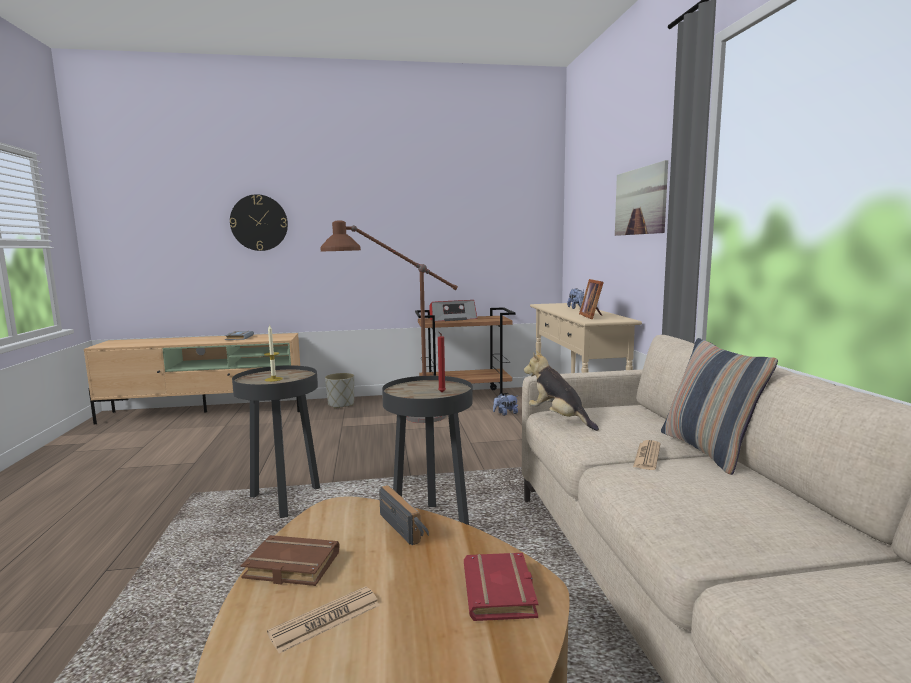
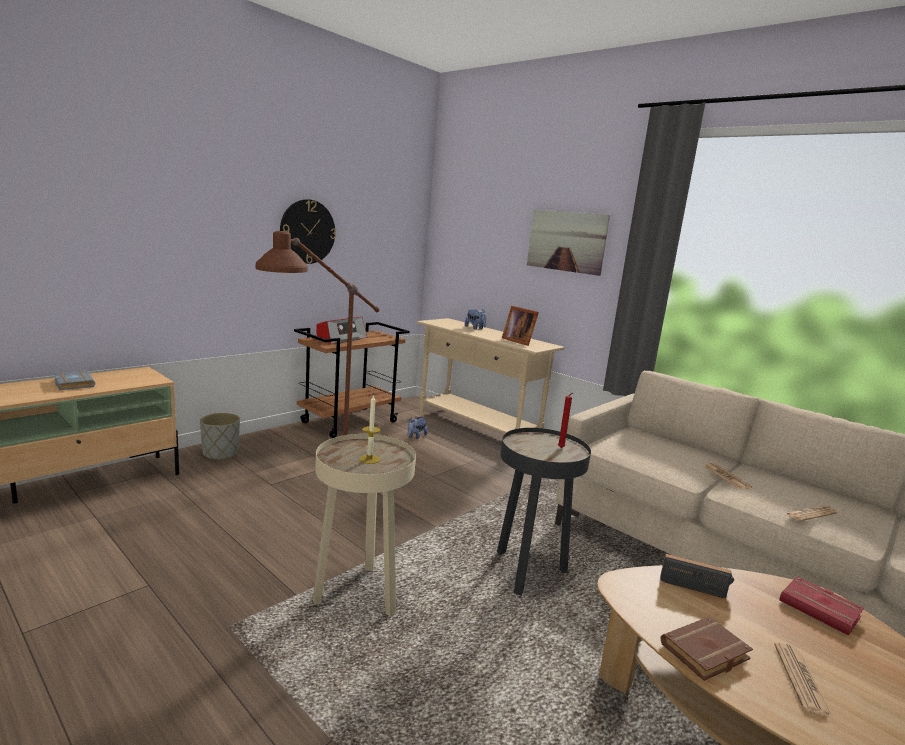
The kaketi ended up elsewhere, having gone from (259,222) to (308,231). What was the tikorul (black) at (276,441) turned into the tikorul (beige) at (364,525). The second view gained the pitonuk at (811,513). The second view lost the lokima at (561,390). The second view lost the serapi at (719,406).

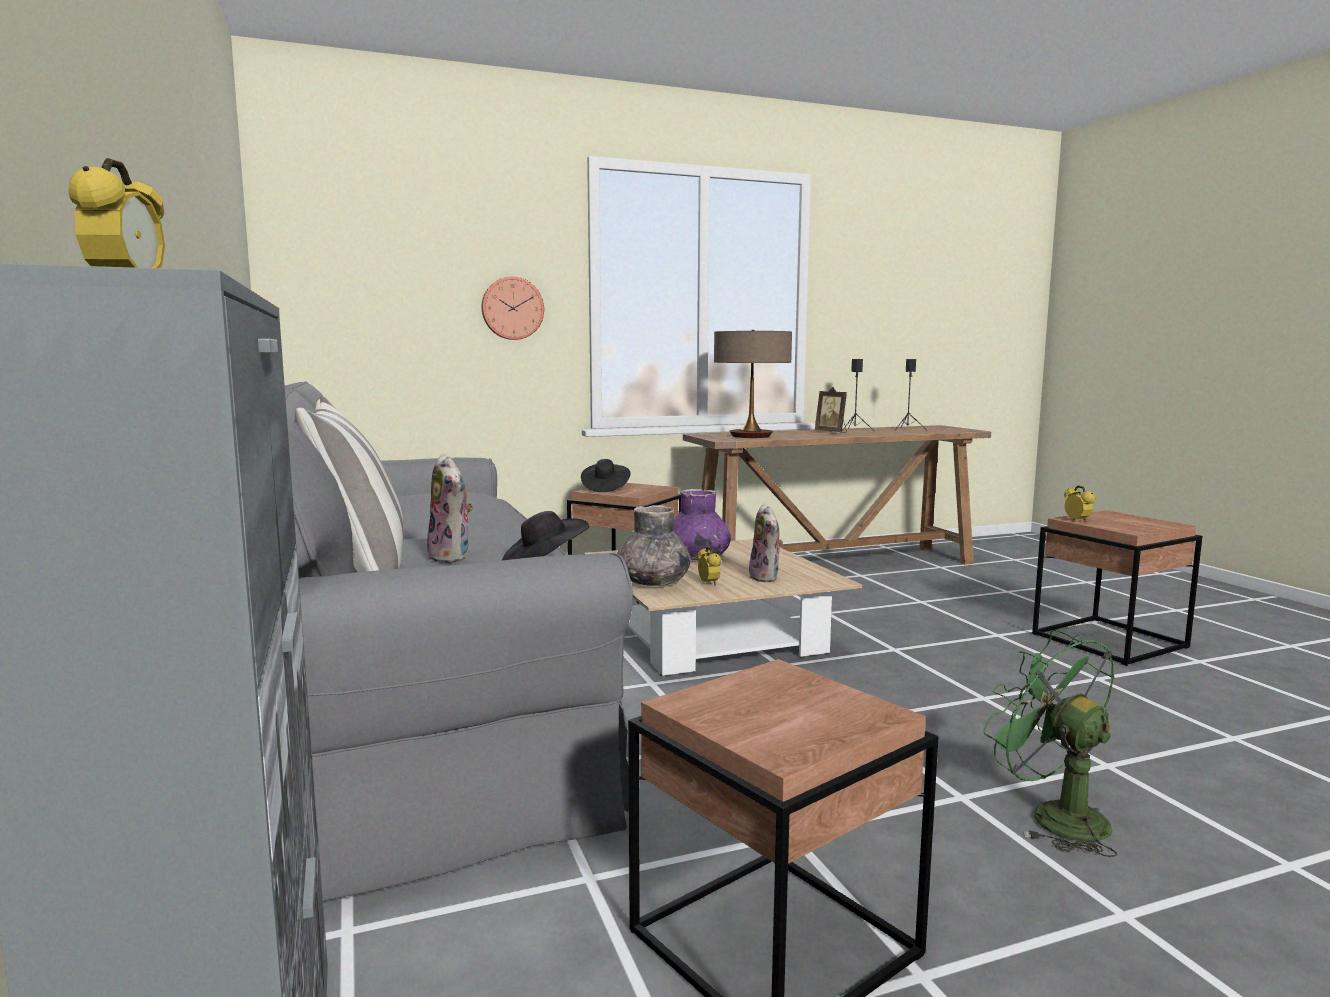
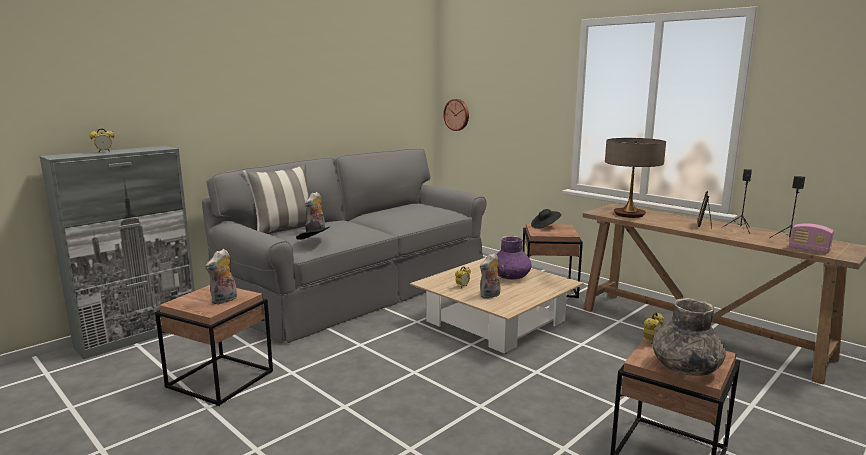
The second view gained the lokima at (221,276). The kaketi ended up elsewhere, having gone from (513,308) to (456,115). The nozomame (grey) ended up elsewhere, having gone from (654,545) to (689,337). The second view gained the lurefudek at (811,238). The second view lost the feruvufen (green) at (1050,743).

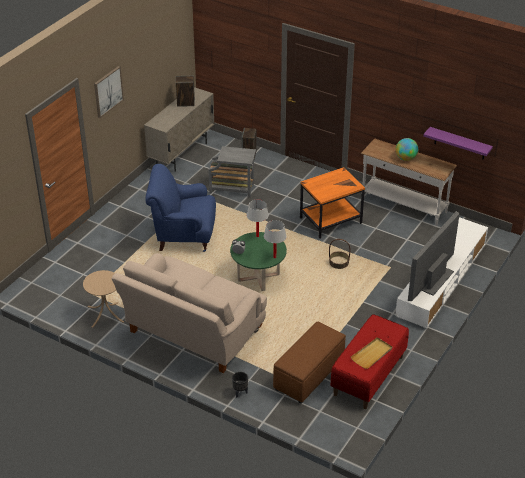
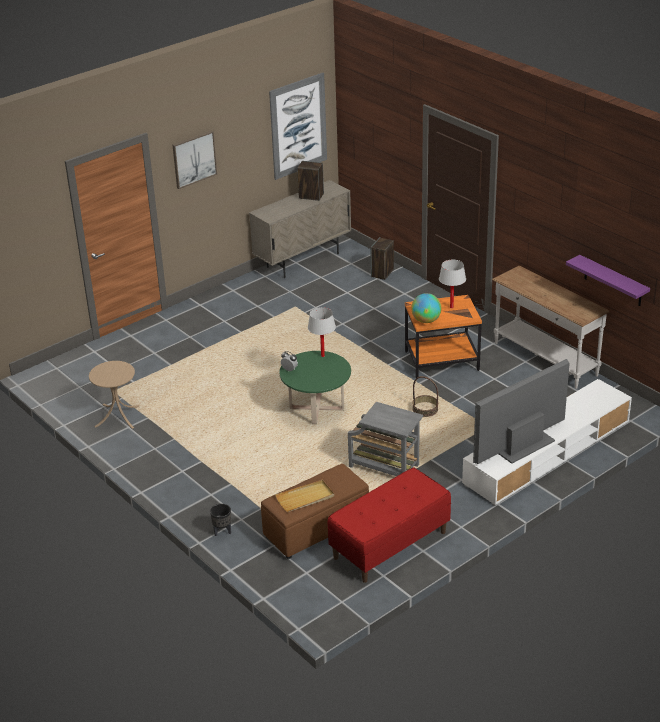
The second view gained the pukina at (298,126). The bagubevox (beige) ended up elsewhere, having gone from (371,353) to (304,496). The tikorul (grey) ended up elsewhere, having gone from (232,171) to (385,439). The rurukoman ended up elsewhere, having gone from (407,149) to (426,308). The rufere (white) ended up elsewhere, having gone from (275,239) to (452,284). The second view lost the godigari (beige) at (189,313). The second view lost the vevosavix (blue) at (181,208).

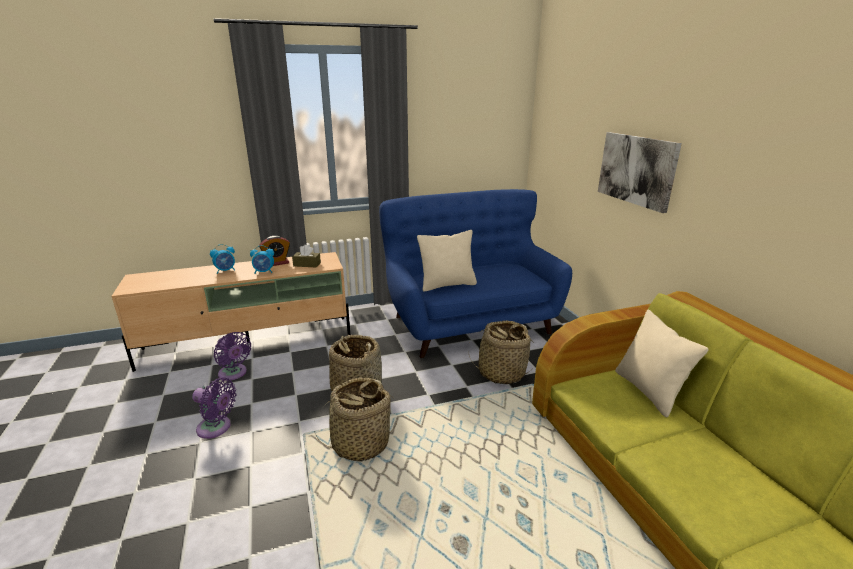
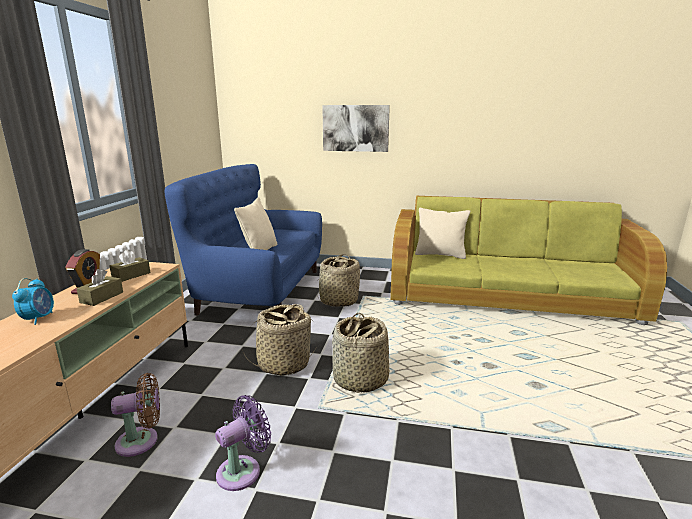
Where the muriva stood at (262,259), the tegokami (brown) came to stand at (100,287). What was the feruvufen (purple) at (232,356) turned into the feruvufen (brown) at (135,415).

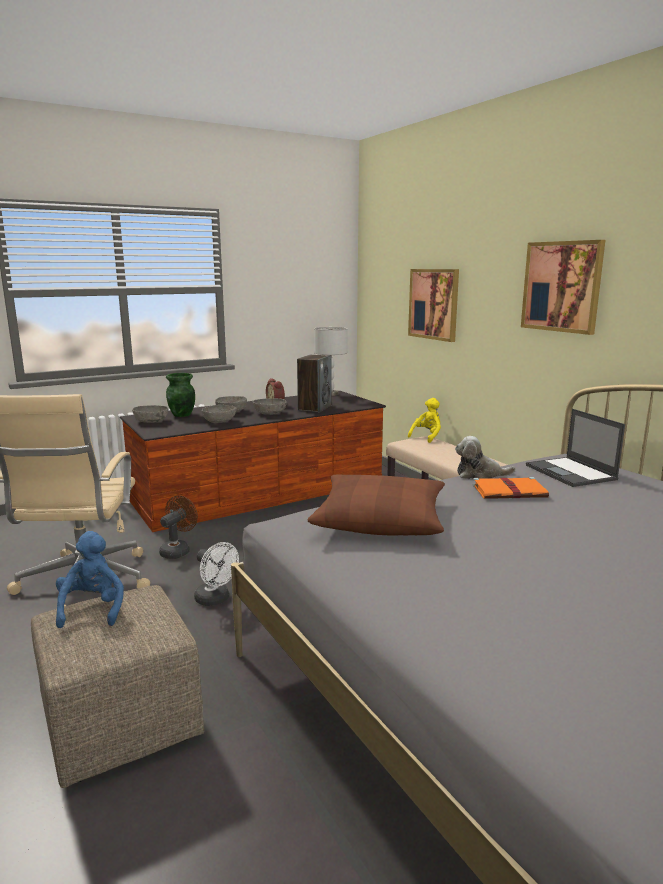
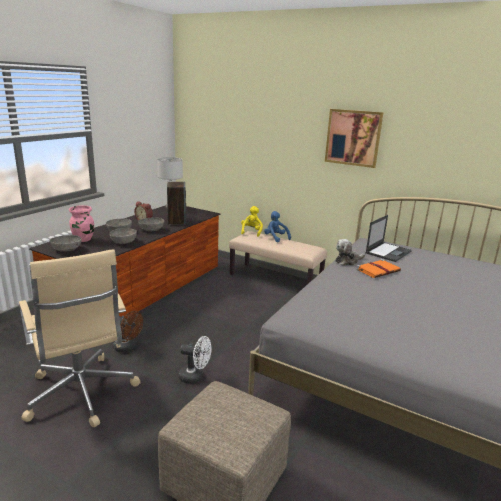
What was the nozomame (green) at (180,395) turned into the nozomame (pink) at (81,223). The feruvufen (brown) at (178,527) ended up facing another way, 120 degrees clockwise from before. The lokima (blue) ended up elsewhere, having gone from (90,579) to (277,226). The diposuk at (575,448) ended up facing another way, 90 degrees counterclockwise from before. The second view lost the serapi (brown) at (376,504). The second view lost the pukina at (433,305).

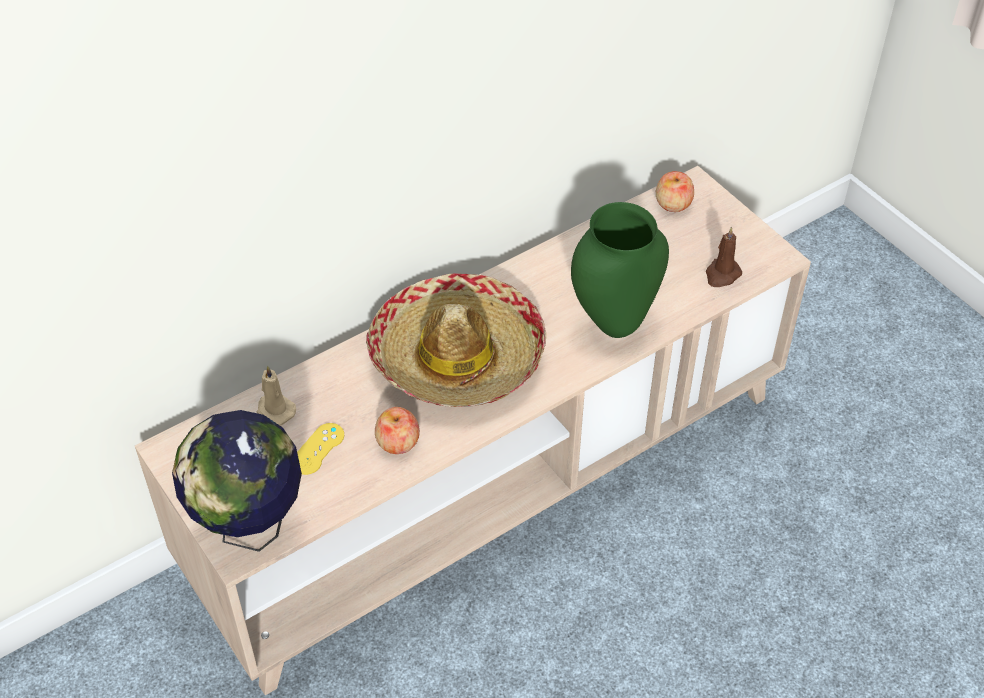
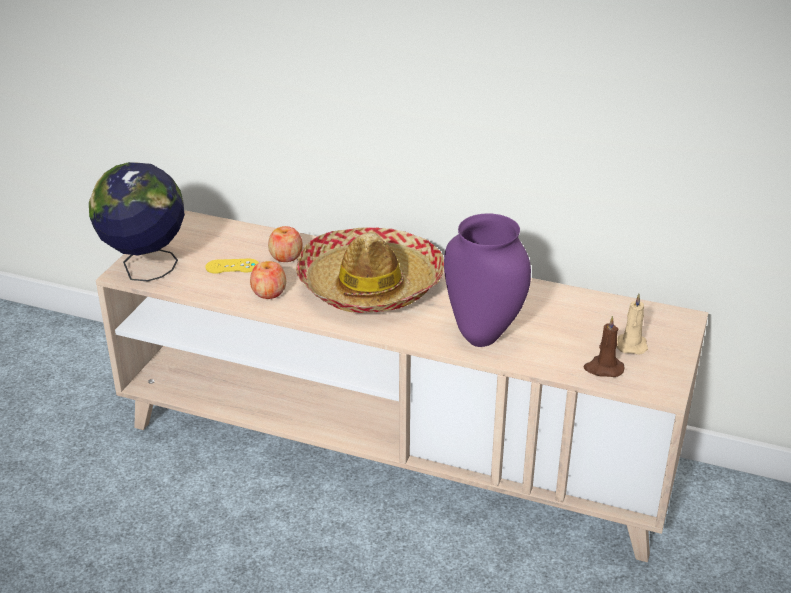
The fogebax ended up elsewhere, having gone from (675,191) to (285,244). What was the nozomame (green) at (620,270) turned into the nozomame (purple) at (487,280). The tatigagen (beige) ended up elsewhere, having gone from (276,395) to (632,324).

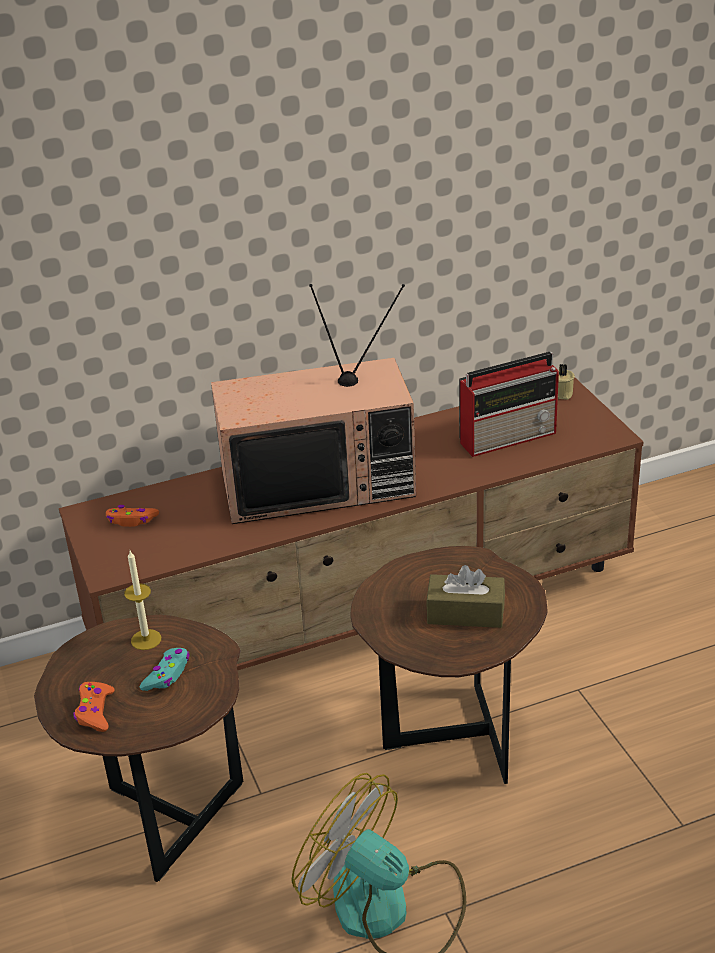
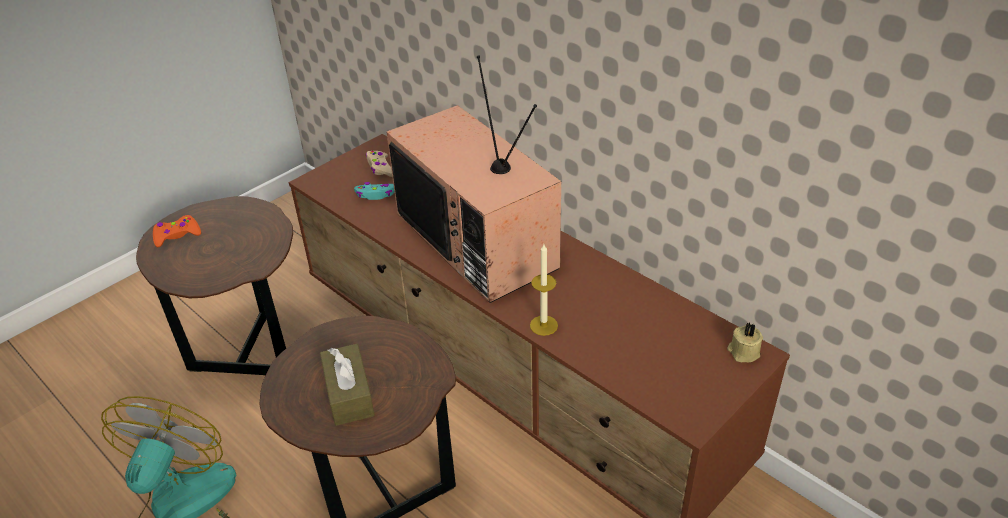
The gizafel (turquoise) ended up elsewhere, having gone from (164,669) to (374,191). What was the gizafel (orange) at (132,516) turned into the gizafel (beige) at (379,164). The tatigagen ended up elsewhere, having gone from (142,600) to (544,290). The second view lost the lurefudek at (509,404).

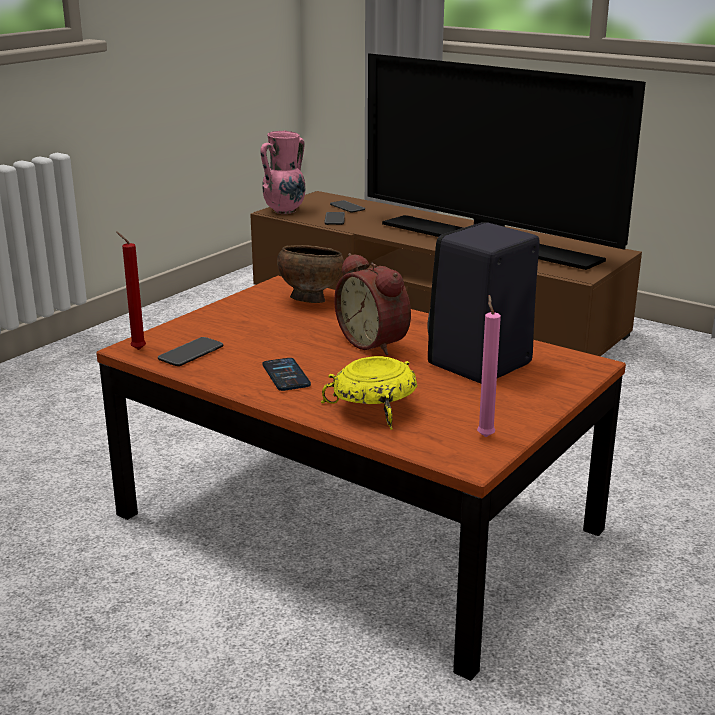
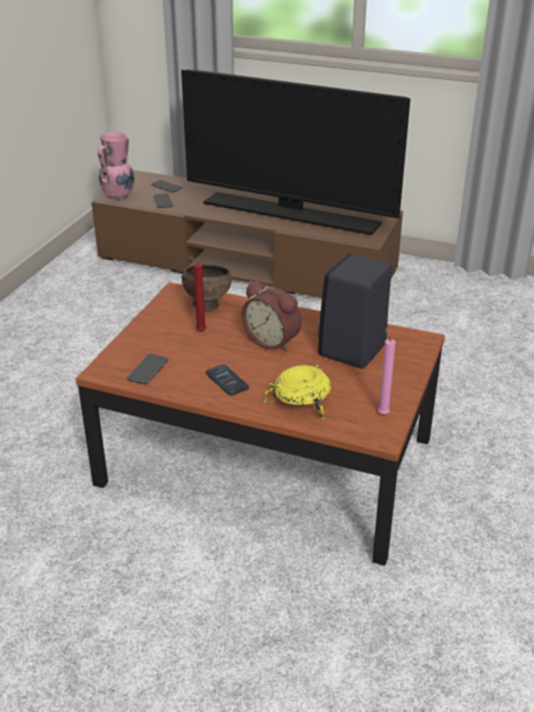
The tatigagen (red) ended up elsewhere, having gone from (131,290) to (197,294).

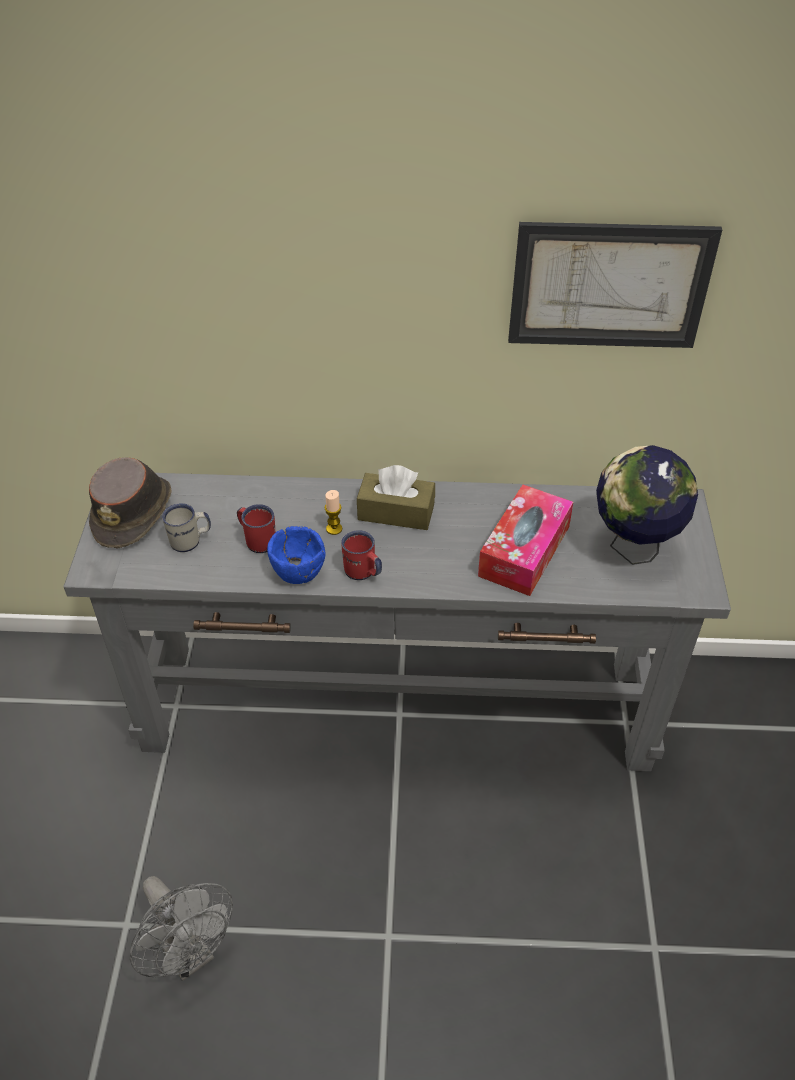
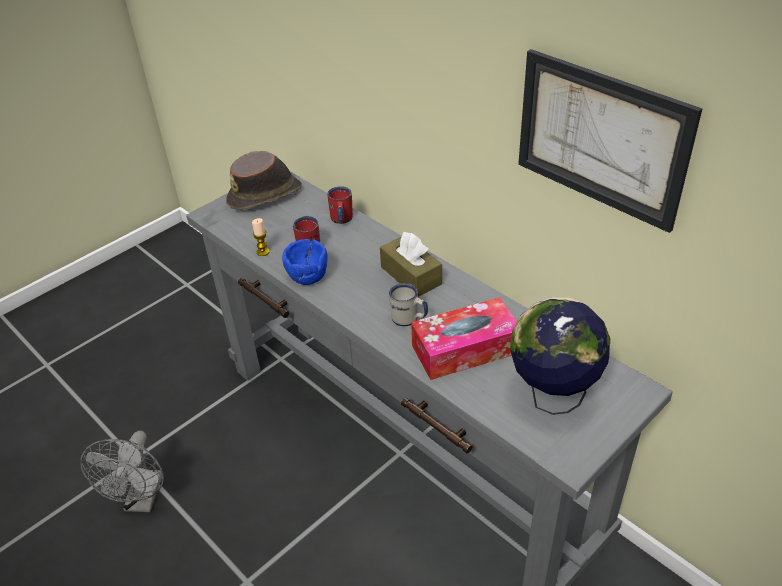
The tatigagen ended up elsewhere, having gone from (333,512) to (261,237). The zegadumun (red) ended up elsewhere, having gone from (361,555) to (340,205). The zegadumun (white) ended up elsewhere, having gone from (186,527) to (408,304).

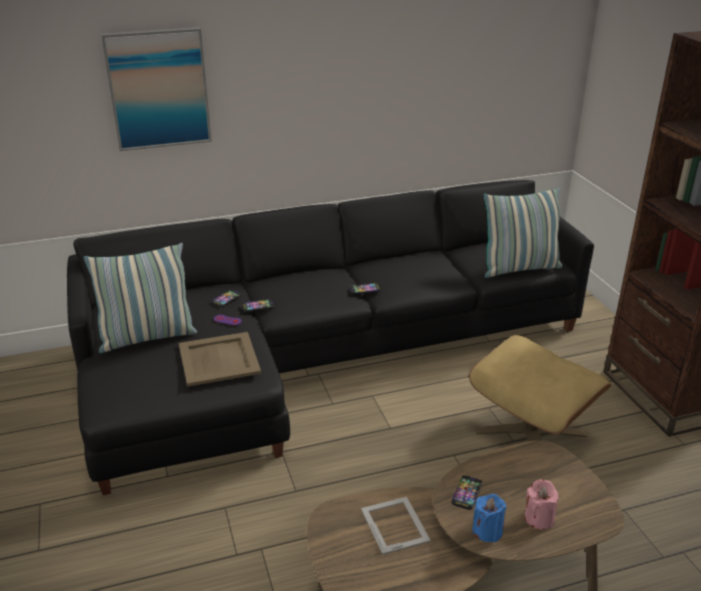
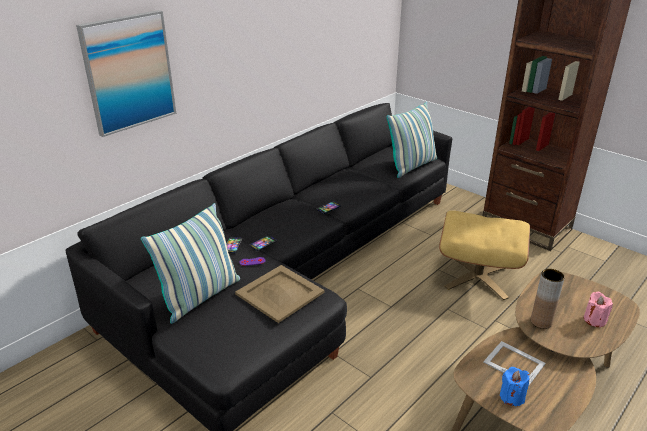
The tatigagen (blue) ended up elsewhere, having gone from (489,518) to (514,386). Where the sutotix stood at (466,492), the nozomame (brown) came to stand at (548,299).

